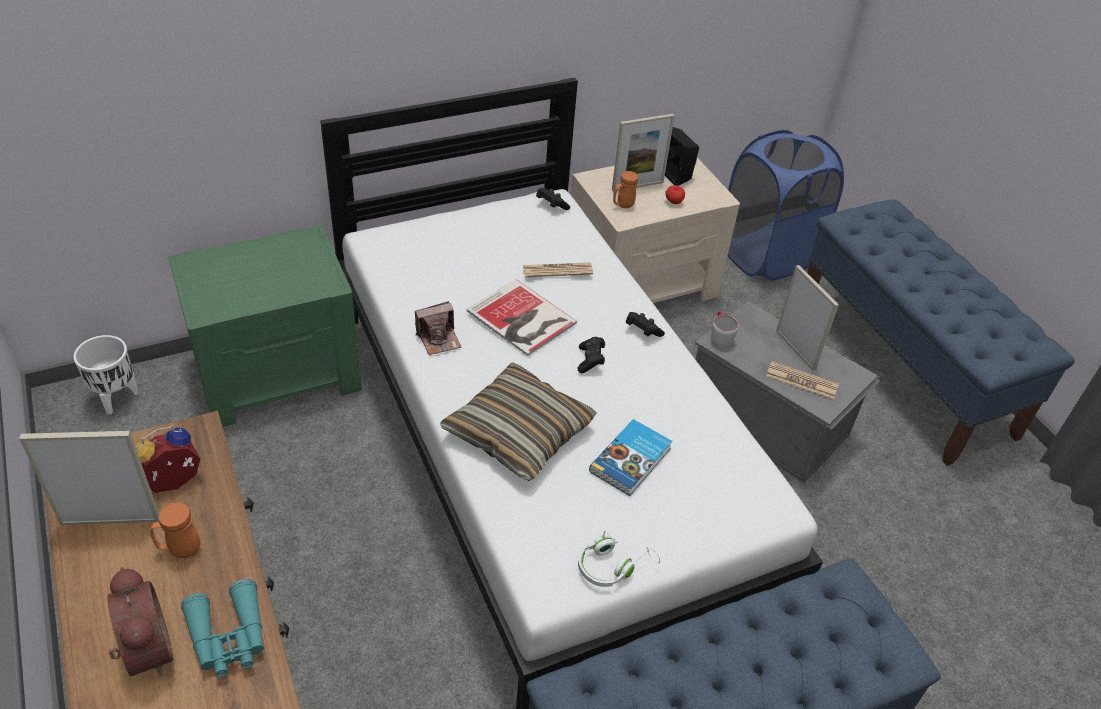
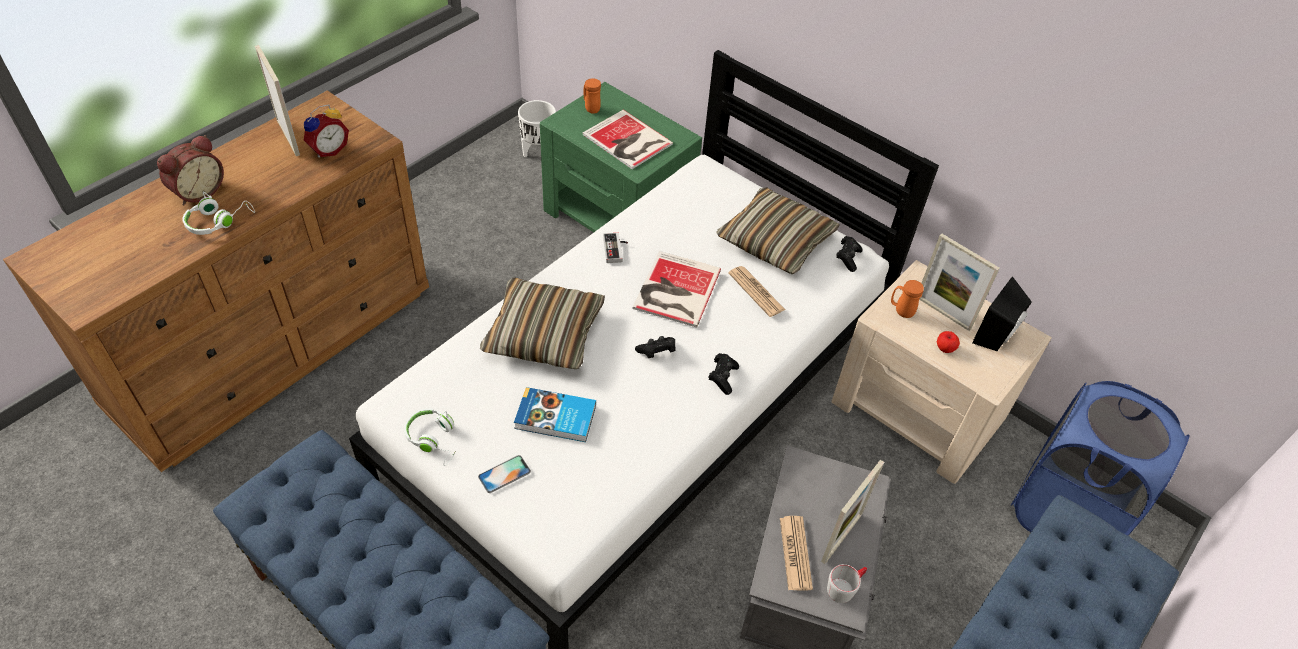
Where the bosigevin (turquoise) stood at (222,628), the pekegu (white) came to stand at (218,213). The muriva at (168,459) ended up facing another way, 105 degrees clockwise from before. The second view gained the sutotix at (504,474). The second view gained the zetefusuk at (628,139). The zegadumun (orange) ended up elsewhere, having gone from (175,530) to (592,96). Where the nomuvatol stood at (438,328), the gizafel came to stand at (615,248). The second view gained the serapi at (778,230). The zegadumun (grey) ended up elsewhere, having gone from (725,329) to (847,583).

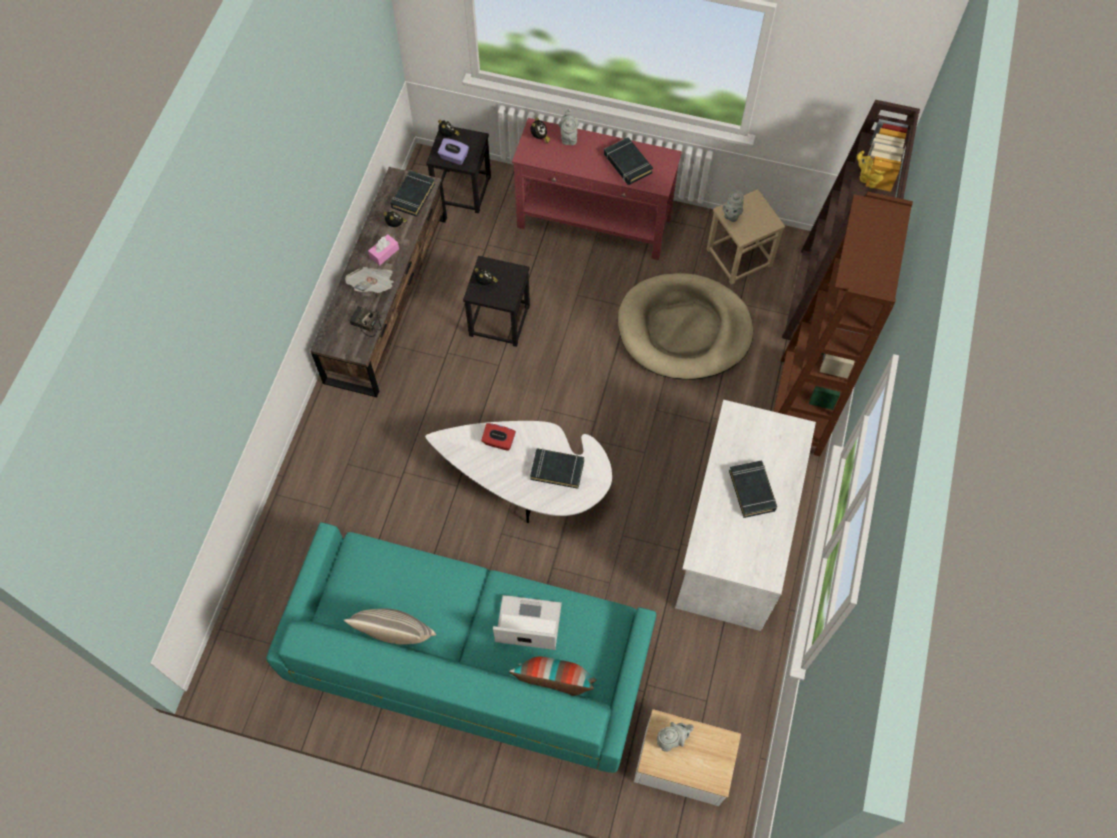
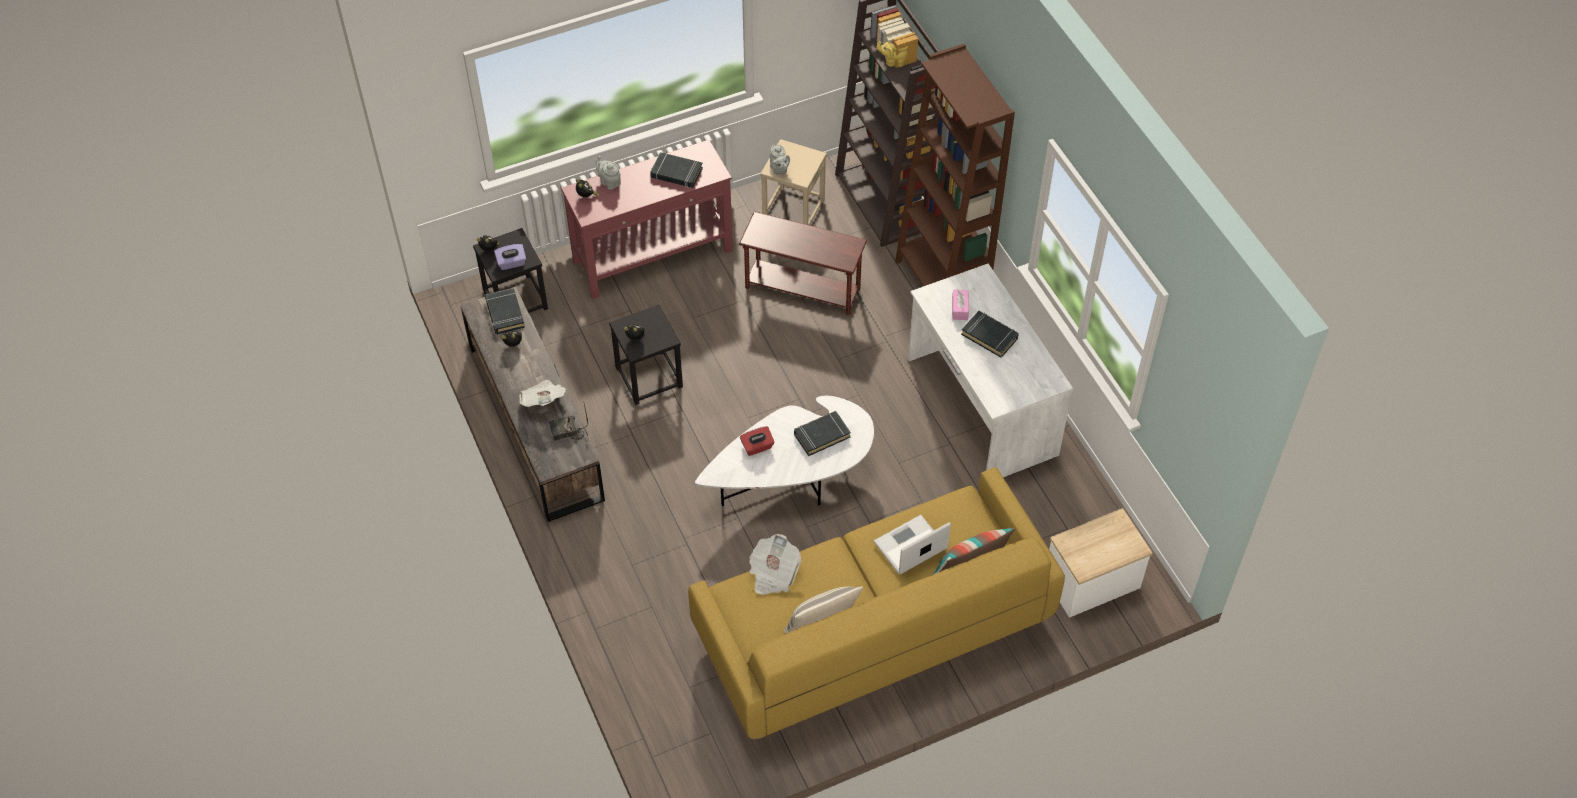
What was the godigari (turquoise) at (461,647) turned into the godigari (yellow) at (876,603). Where the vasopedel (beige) stood at (685,326), the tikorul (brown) came to stand at (803,263). The second view gained the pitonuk at (775,564). The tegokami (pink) ended up elsewhere, having gone from (383,250) to (960,305). The second view lost the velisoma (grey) at (675,737).

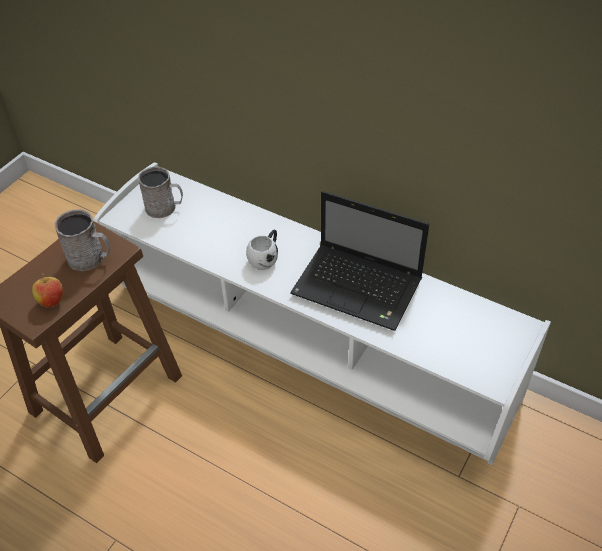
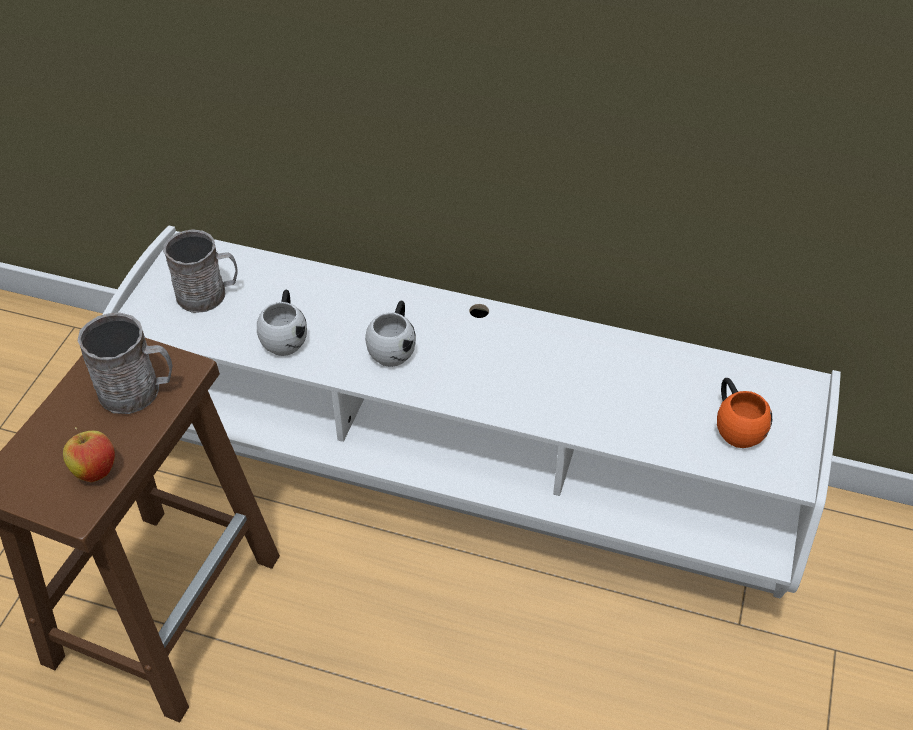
The second view gained the zegadumun (white) at (282,323). The second view gained the zegadumun (orange) at (744,413). The second view lost the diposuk at (359,261).

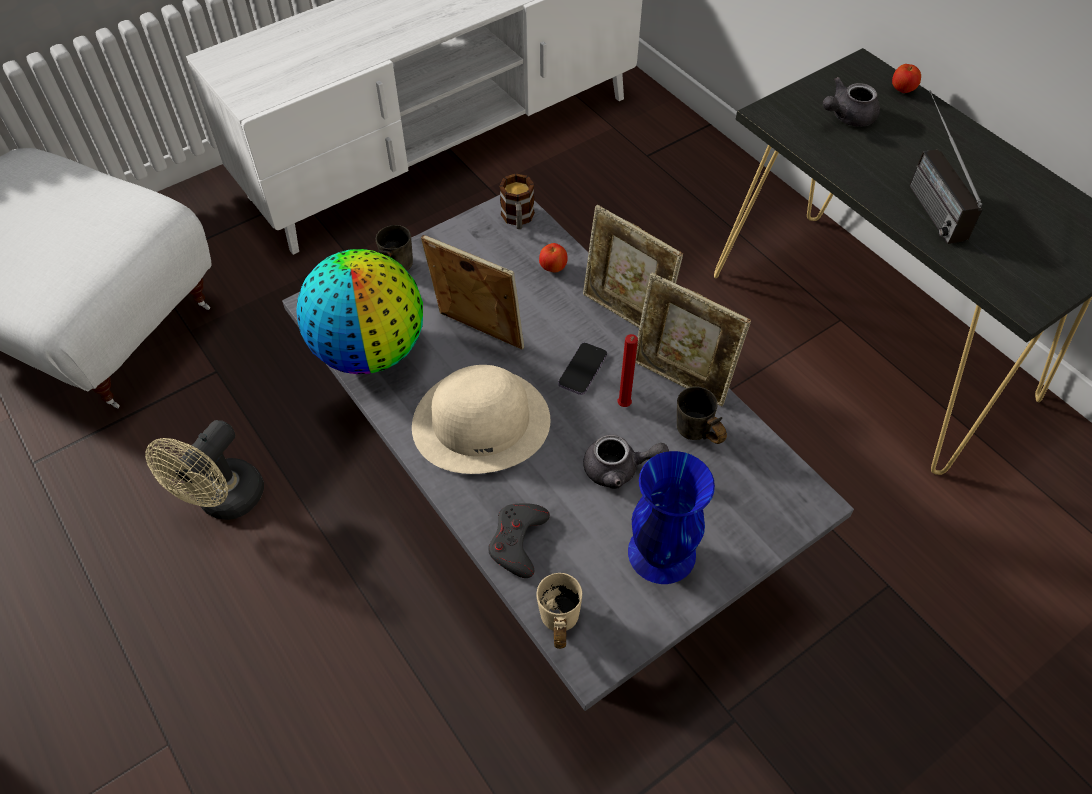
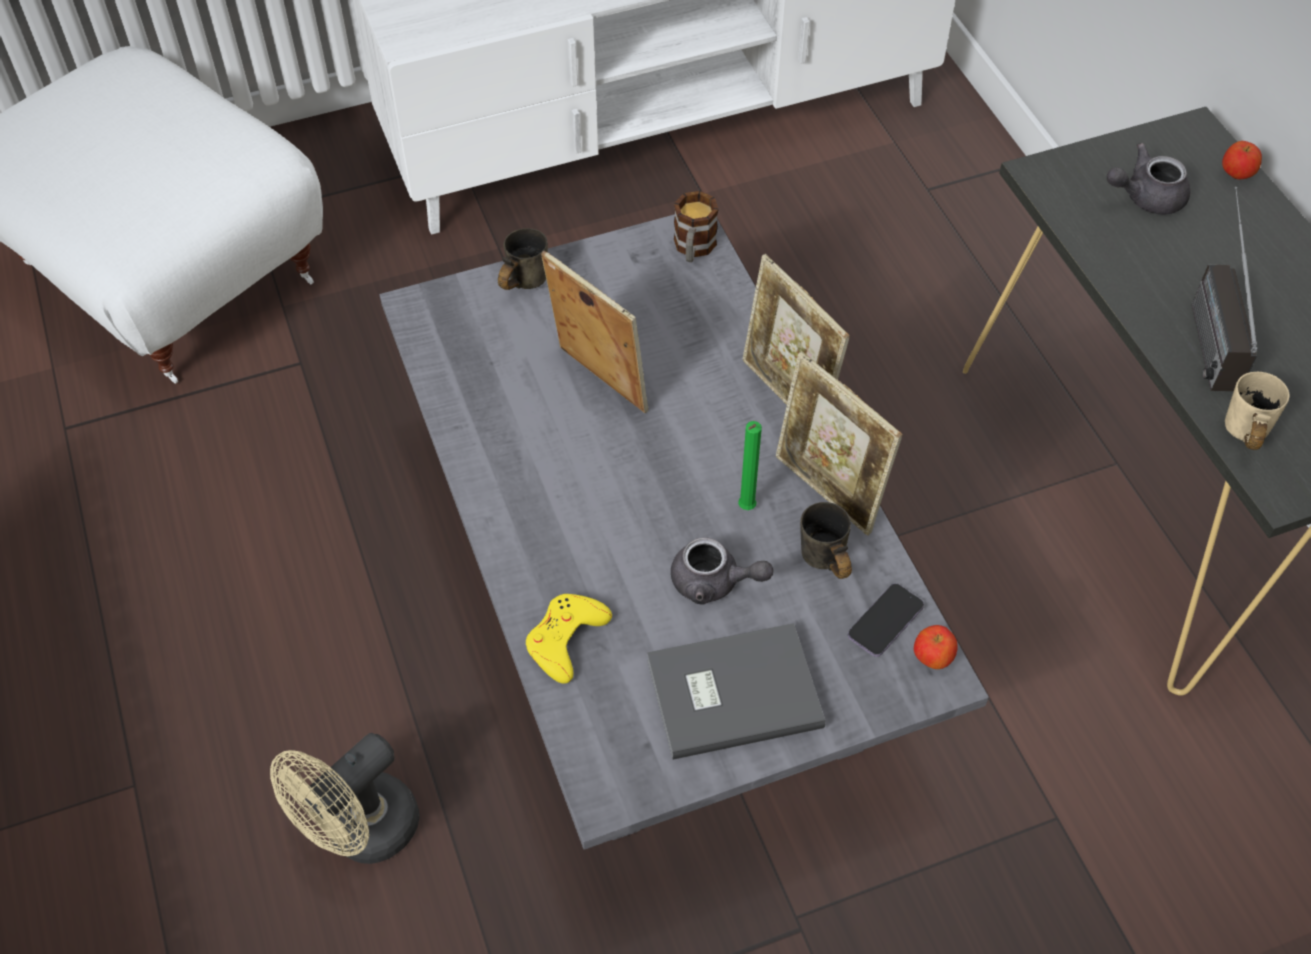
The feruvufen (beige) ended up elsewhere, having gone from (204,470) to (345,798). What was the gizafel (grey) at (519,540) turned into the gizafel (yellow) at (569,639). Where the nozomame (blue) stood at (671,517), the zetefusuk (grey) came to stand at (736,691). What was the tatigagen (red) at (627,370) turned into the tatigagen (green) at (750,465). The sutotix ended up elsewhere, having gone from (582,369) to (886,620). The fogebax ended up elsewhere, having gone from (553,257) to (936,647). The zegadumun (beige) ended up elsewhere, having gone from (559,611) to (1257,411). The second view lost the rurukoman at (359,311). The second view lost the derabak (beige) at (481,419).

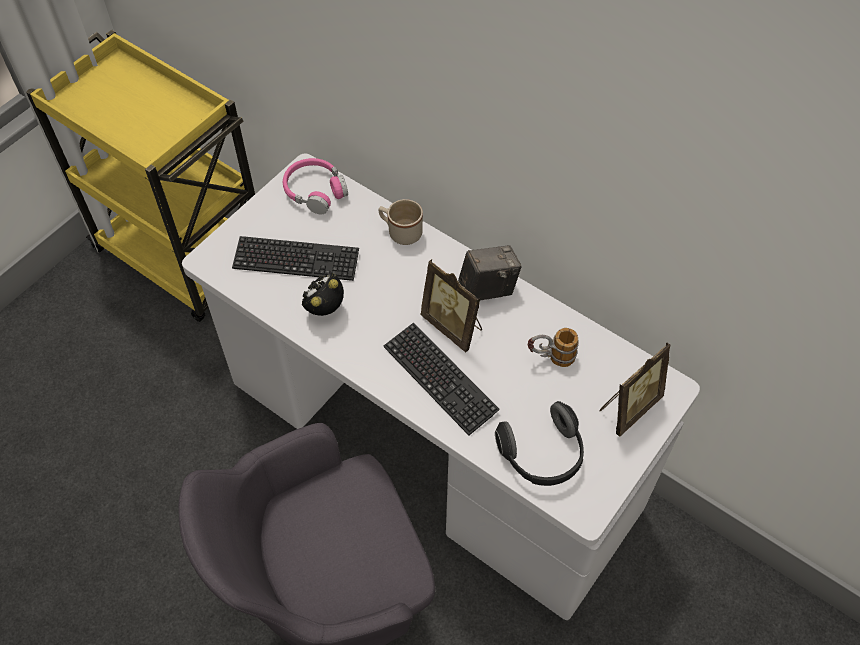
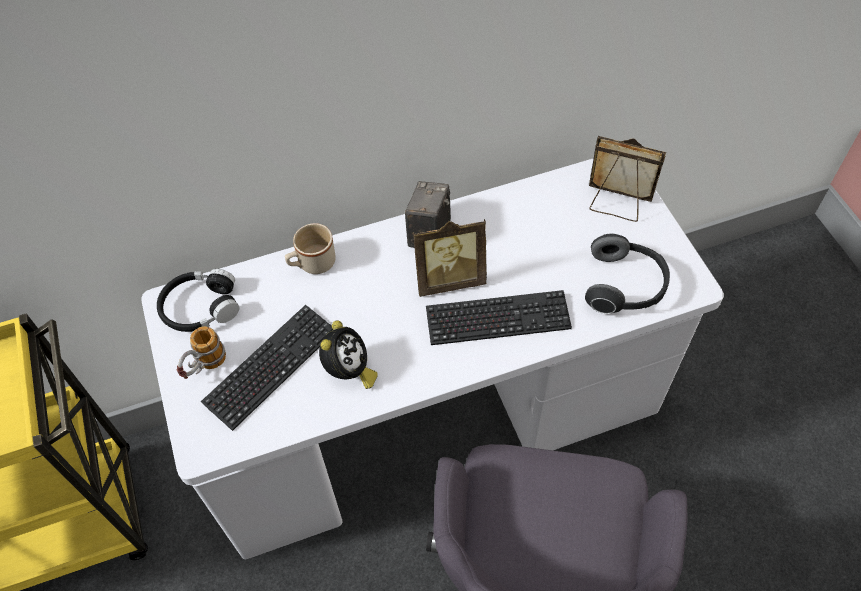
What was the pekegu (pink) at (315,186) turned into the pekegu (black) at (198,300). The zegadumun ended up elsewhere, having gone from (553,347) to (201,352). The muriva at (323,294) ended up facing another way, 150 degrees counterclockwise from before. The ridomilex at (635,389) ended up facing another way, 60 degrees counterclockwise from before.

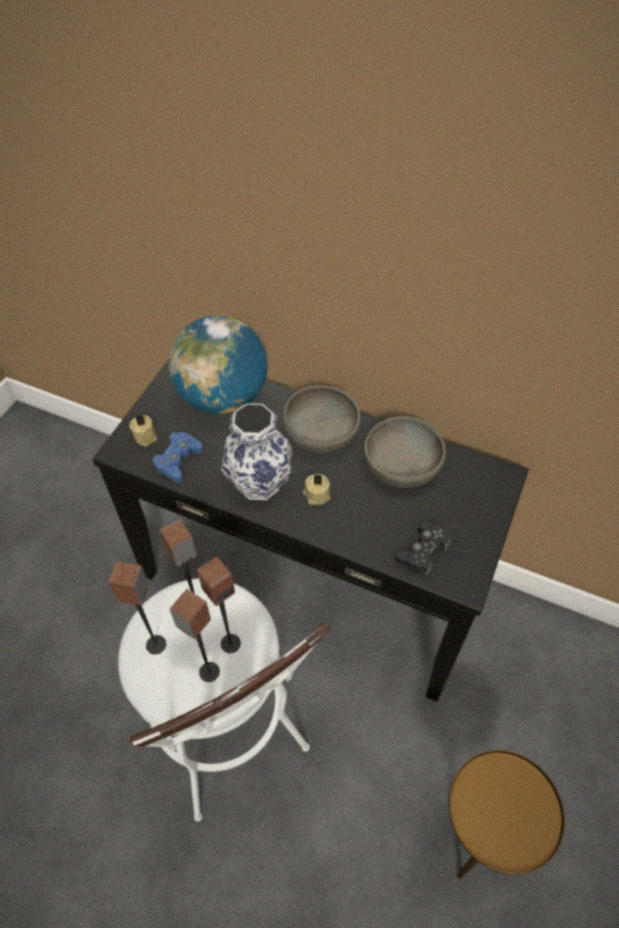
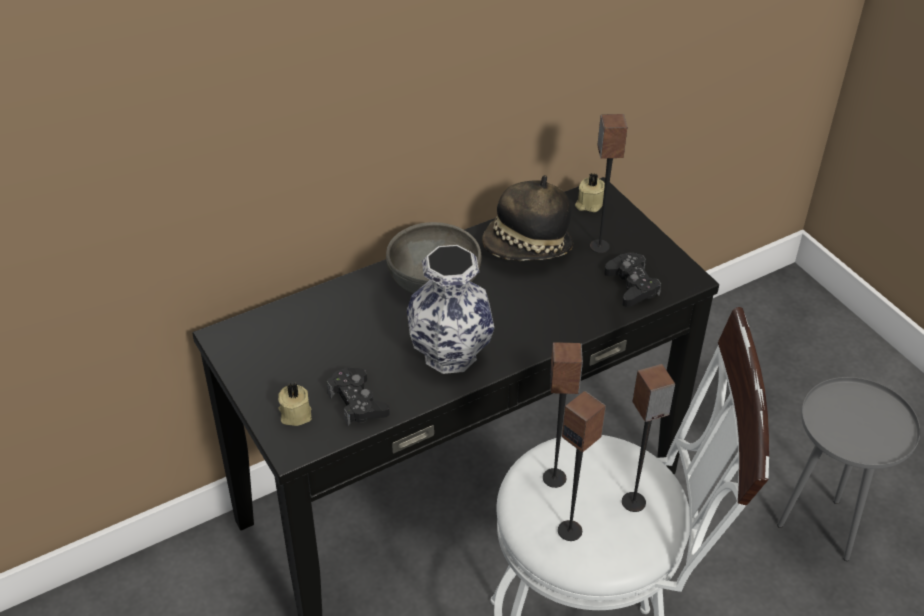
What was the gizafel (blue) at (177,457) turned into the gizafel (black) at (358,397). Where the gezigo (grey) stood at (405,451), the derabak came to stand at (528,218). The tatigagen (beige) ended up elsewhere, having gone from (316,489) to (590,192). The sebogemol ended up elsewhere, having gone from (219,604) to (608,183). What was the tikorul (brown) at (506,814) turned into the tikorul (grey) at (848,469). The second view lost the rurukoman at (218,364).

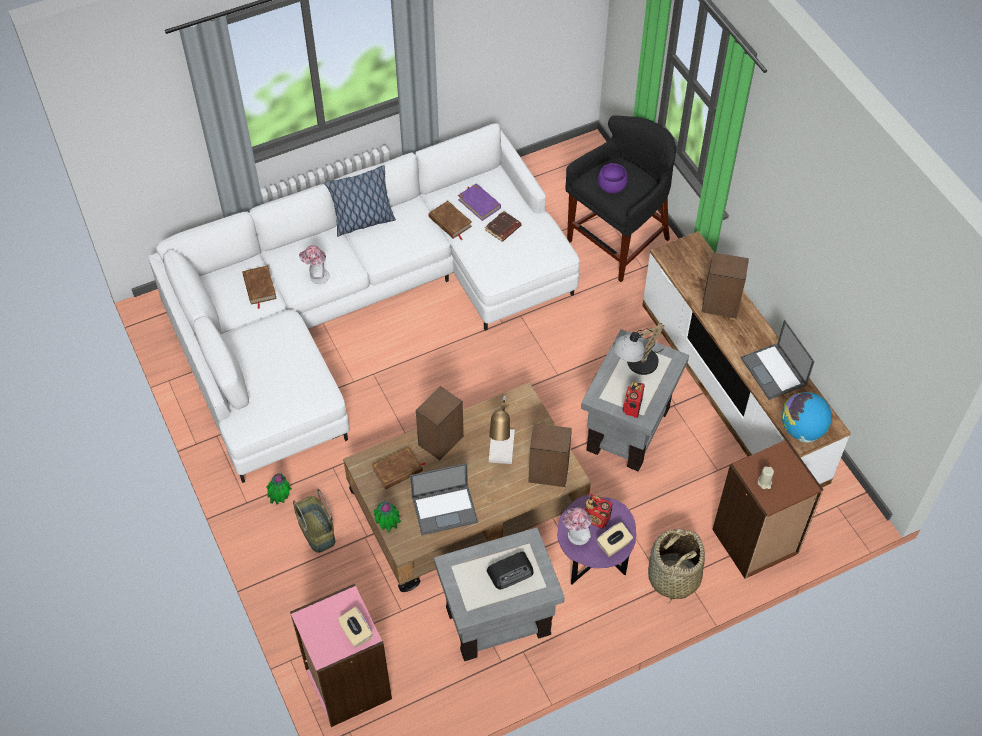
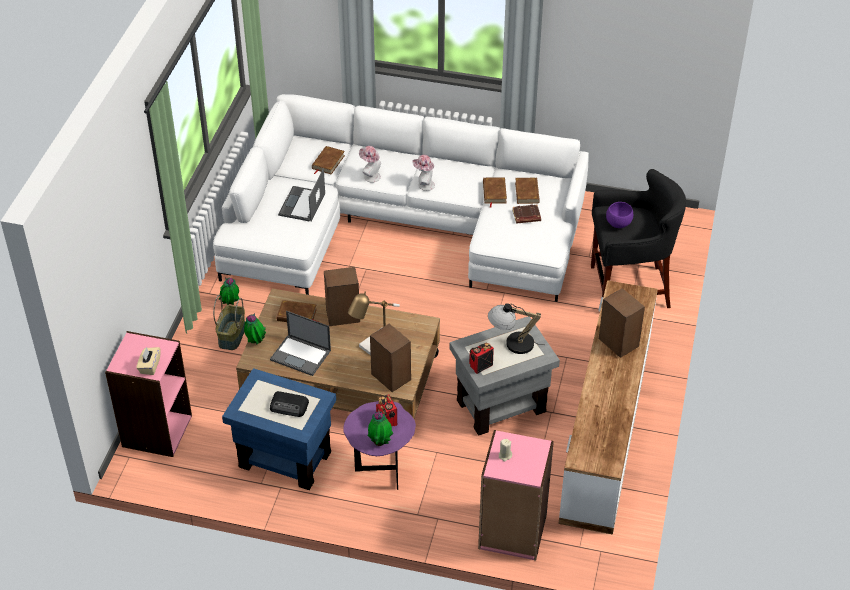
What was the tikorul (grey) at (499,594) turned into the tikorul (blue) at (279,429). The diposuk ended up elsewhere, having gone from (778,360) to (301,195). Where the tegokami (beige) stood at (615,539), the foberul came to stand at (380,428). The derabak ended up elsewhere, having gone from (577,526) to (423,173). What was the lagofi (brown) at (767,509) turned into the lagofi (pink) at (516,495). What was the zetefusuk (purple) at (479,202) turned into the zetefusuk (brown) at (527,191). The second view lost the serapi at (360,201). The second view lost the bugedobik at (676,566). The second view lost the rurukoman at (807,417).

